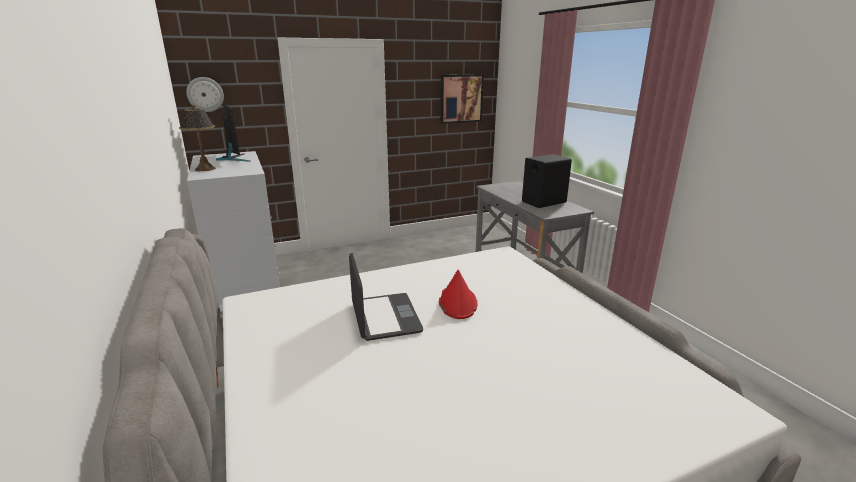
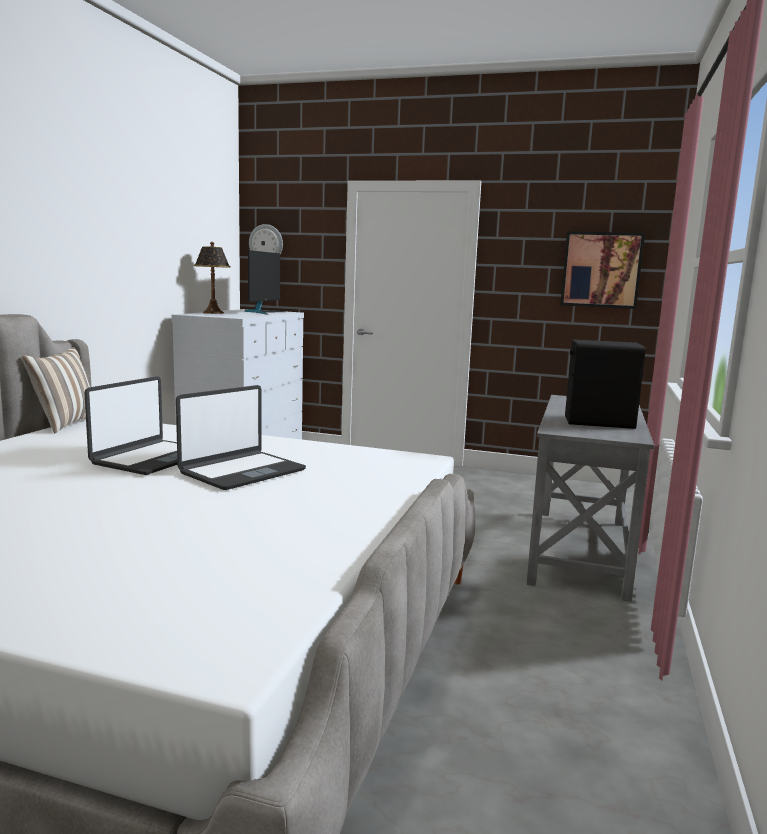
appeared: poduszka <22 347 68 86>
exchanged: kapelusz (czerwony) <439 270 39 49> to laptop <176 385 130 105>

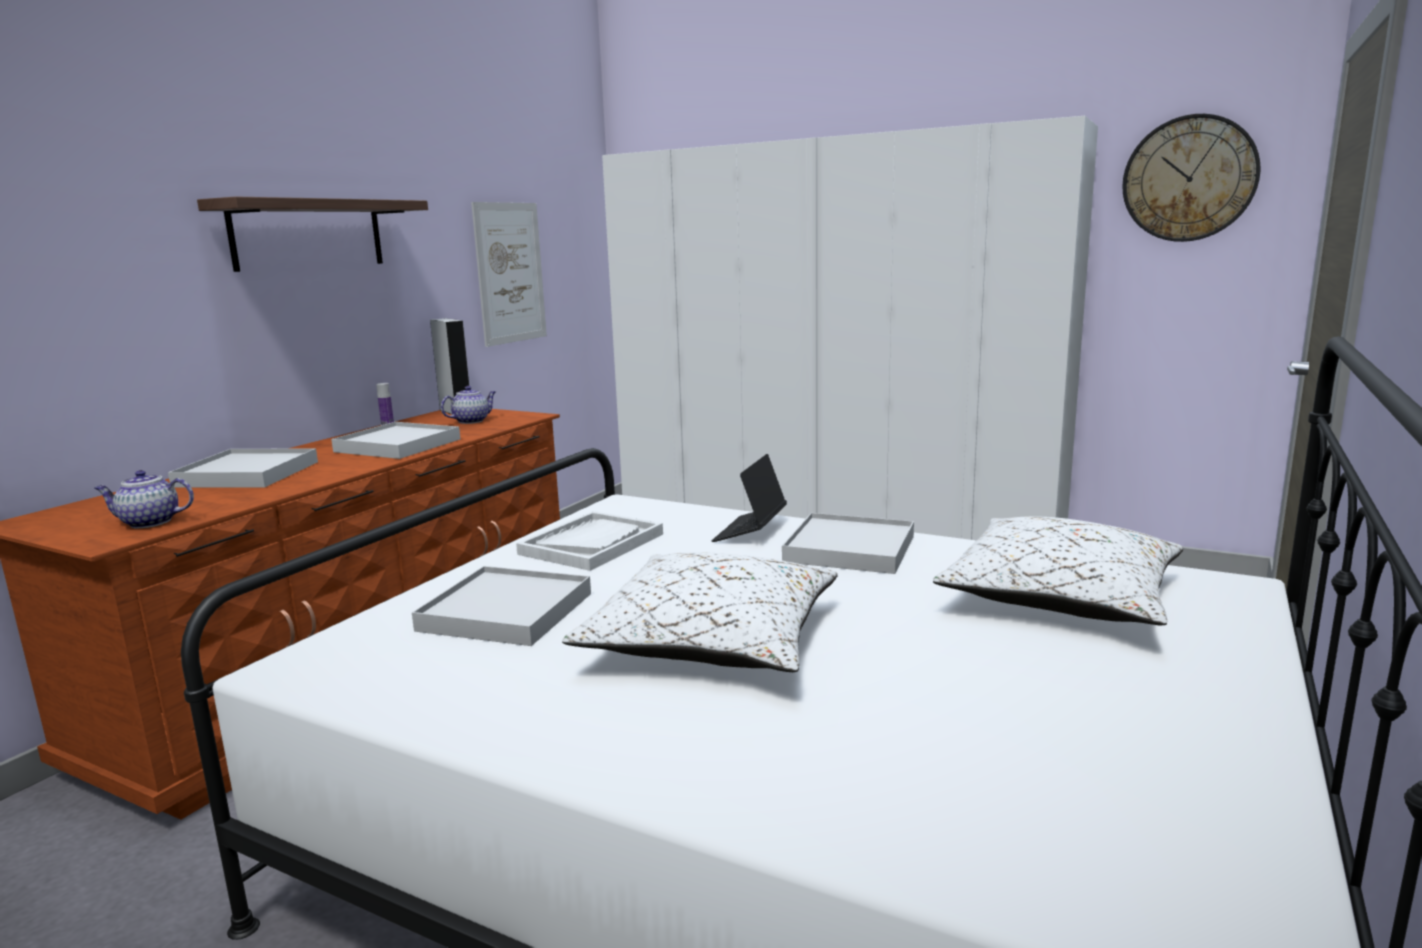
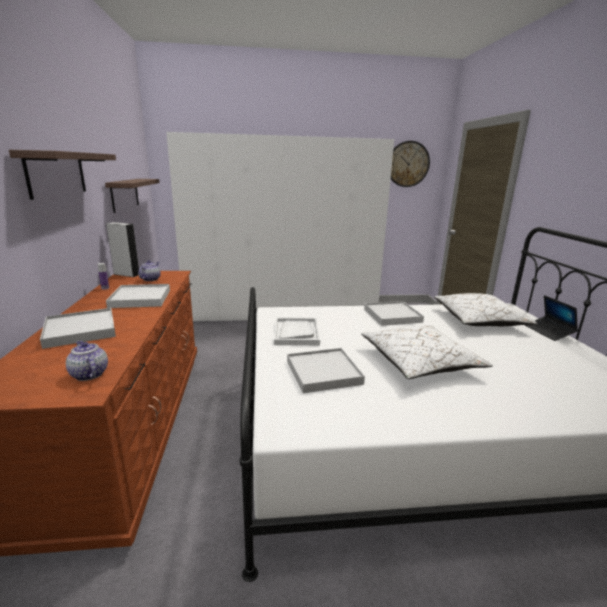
relocated: laptop <711 454 76 88> to <525 295 53 46>
exchanged: obraz <471 202 76 145> to półka <105 179 55 34>
spun: imbryk <95 470 99 58> = <66 340 42 41> 90 degrees clockwise

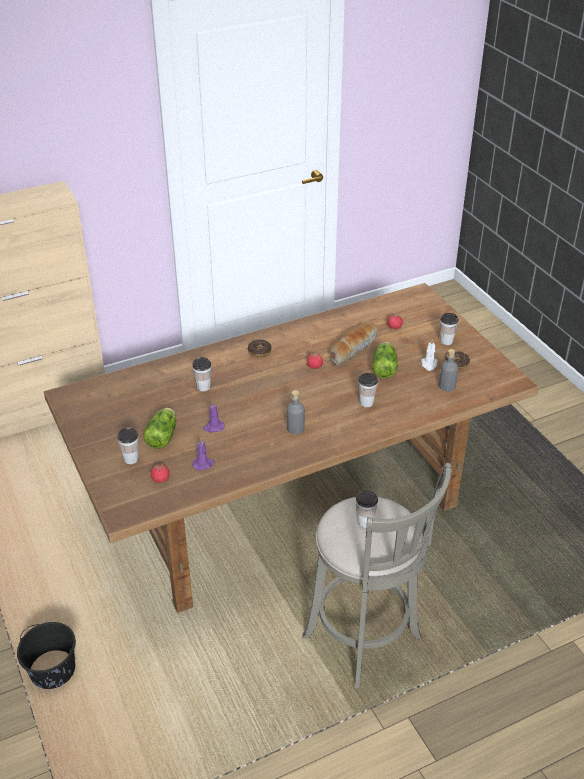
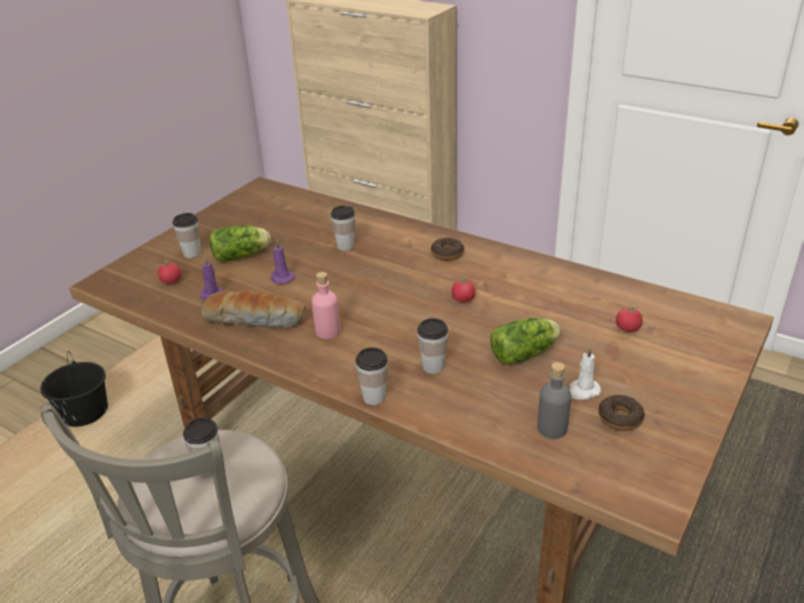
relocated: chleb <330 323 48 43> to <201 291 105 36>; filiżanka <440 313 19 32> to <356 347 32 58>
colour: butelka (szary) <287 390 18 44> to butelka (różowy) <312 272 29 67>

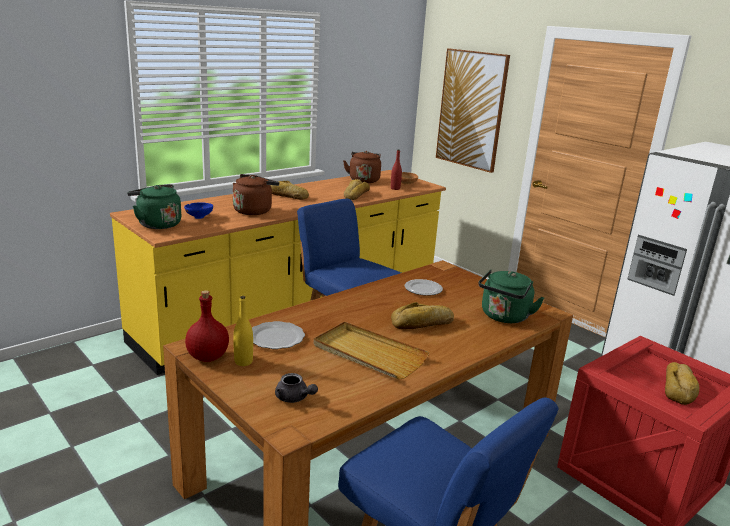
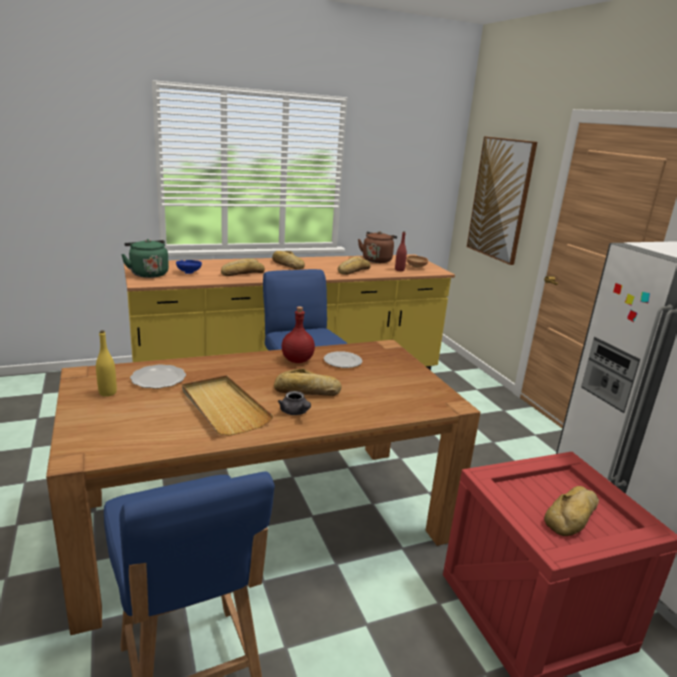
missing: czajnik (zielony) <478 269 66 54>
relocated: butelka (czerwony) <185 290 44 72> to <282 306 33 57>; imbryk (szary) <275 373 43 30> to <278 391 33 24>
exchanged: czajnik (brązowy) <233 174 46 41> to chleb <221 259 44 17>

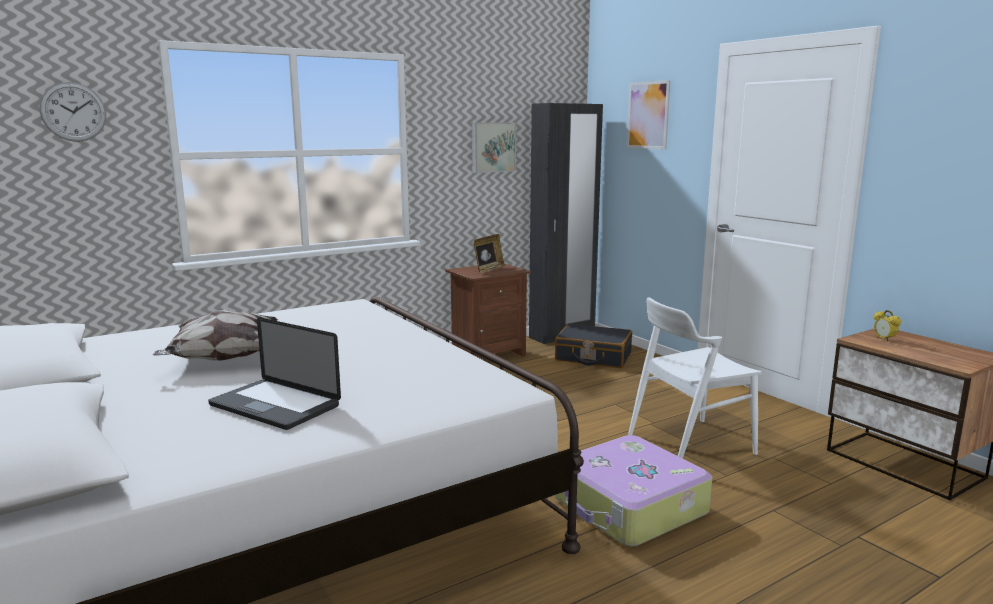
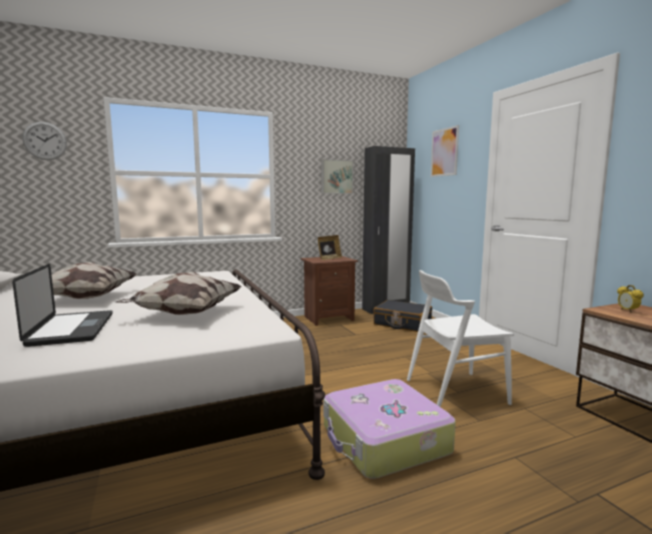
appeared: poduszka <116 271 126 44>
spun: laptop <208 317 133 113> = <12 264 101 83> 150 degrees counterclockwise

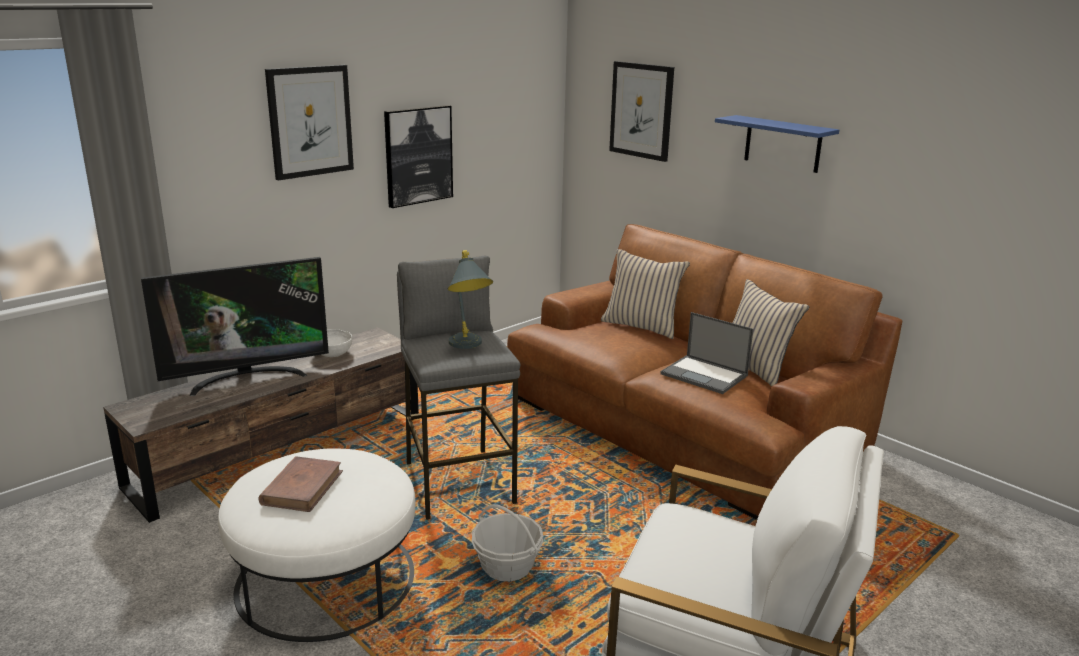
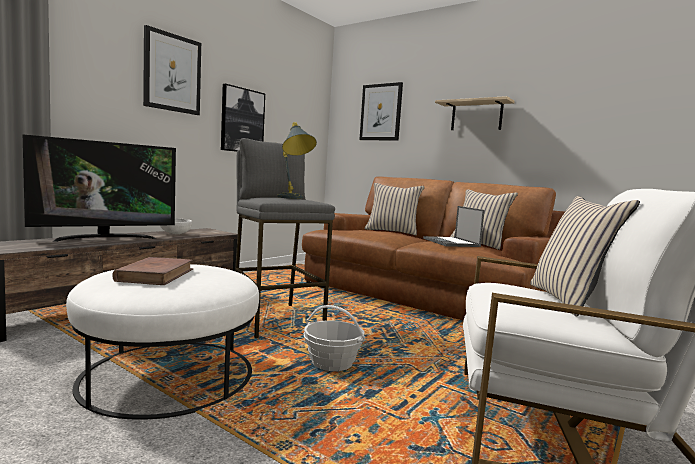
appeared: poduszka (beżowy) <530 196 110 121>
colour: półka (niebieski) <715 115 124 58> to półka (beżowy) <435 96 80 34>
spun: laptop <660 312 93 82> = <423 206 62 41> 45 degrees clockwise

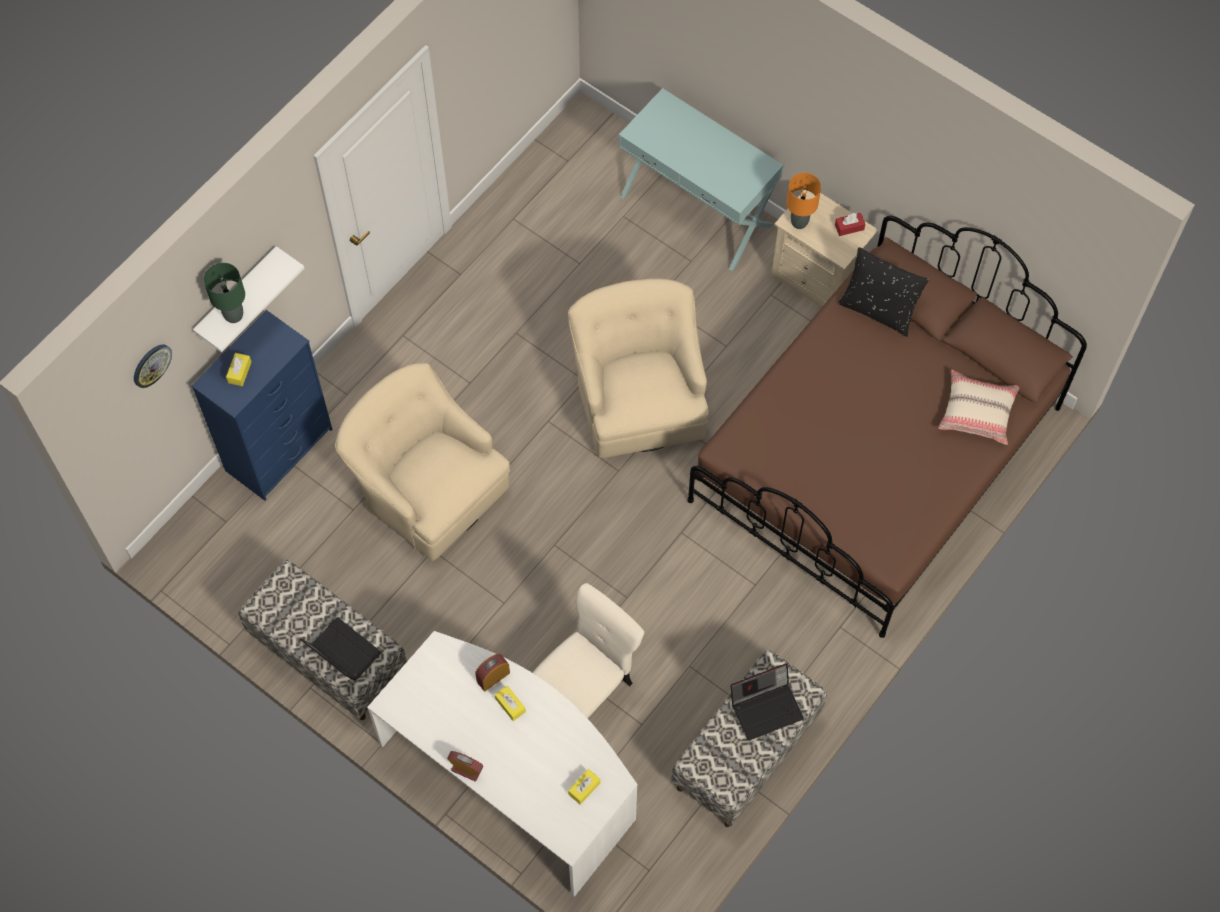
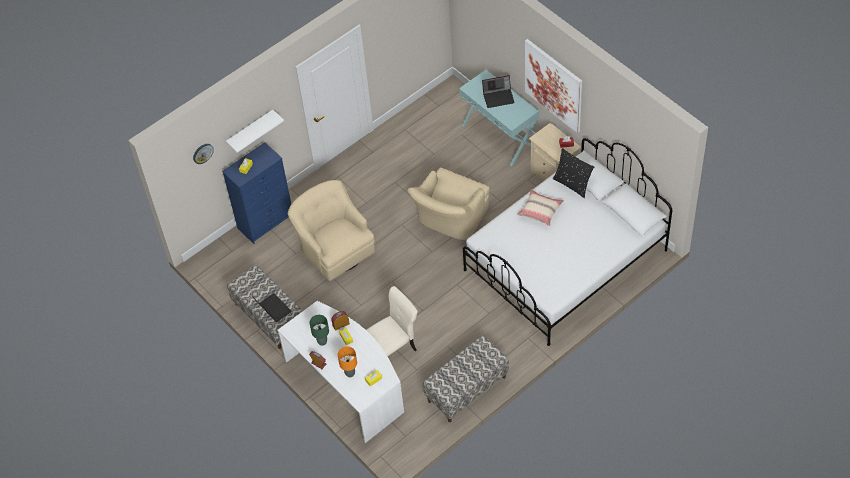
appeared: obraz <525 39 57 94>
relocated: lampa stołowa (zielony) <204 263 41 60> to <309 315 20 31>; laptop <731 663 73 78> to <482 75 33 33>; lampa stołowa (pomarańczowy) <786 173 35 56> to <338 346 19 31>; poduszka (beżowy) <938 370 81 75> to <517 189 47 37>
colour: łóżko (brązowy) <688 216 399 422> to łóżko (biały) <463 138 209 208>
spun: fotel (beżowy) <568 278 141 180> = <408 168 82 72> 150 degrees counterclockwise

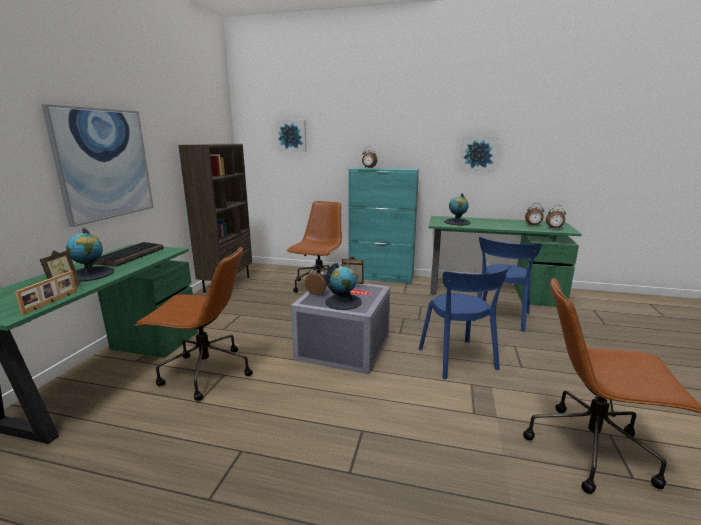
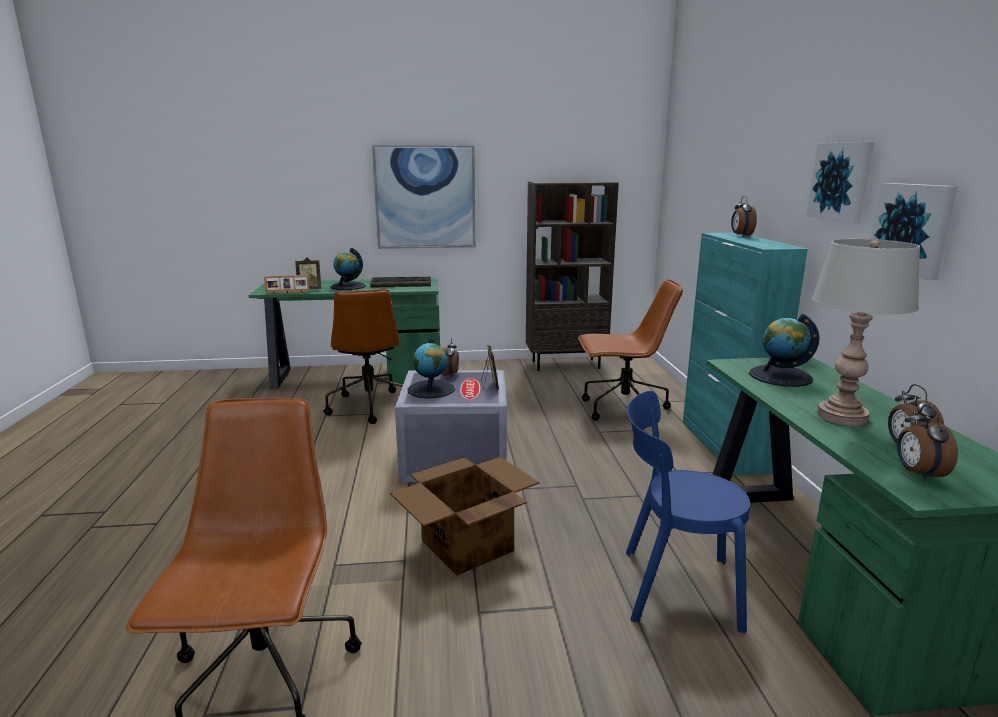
appeared: lampa stołowa (szary) <812 239 108 187>
relocated: obraz <276 120 31 31> to <806 142 68 81>
exchanged: krzesło (niebieski) <419 265 92 114> to karton <390 457 149 119>

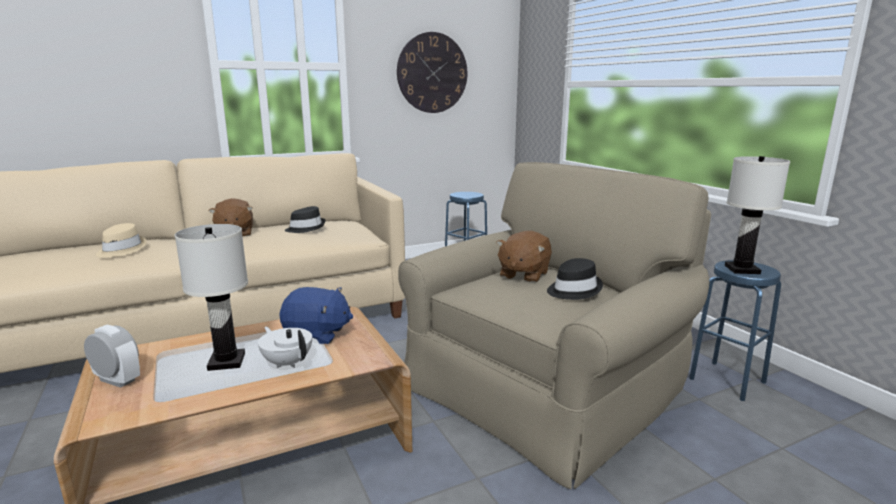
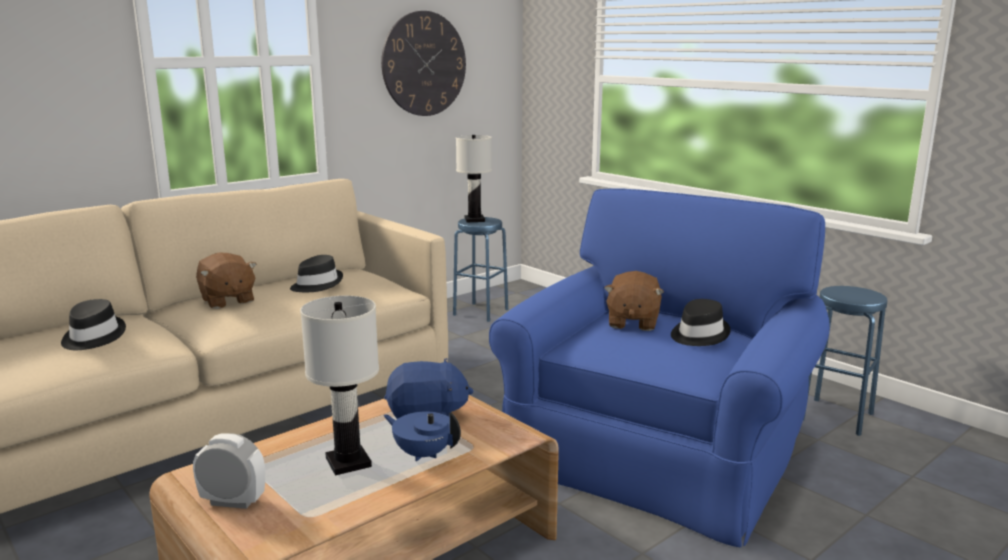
relocated: lampa stołowa (biały) <725 156 65 118> to <456 135 36 87>
colour: kapelusz (beżowy) <96 223 50 35> to kapelusz (czarny) <61 299 65 51>; imbryk (biały) <258 327 54 41> to imbryk (niebieski) <383 412 78 49>; fotel (beżowy) <398 162 313 327> to fotel (niebieski) <489 188 341 359>

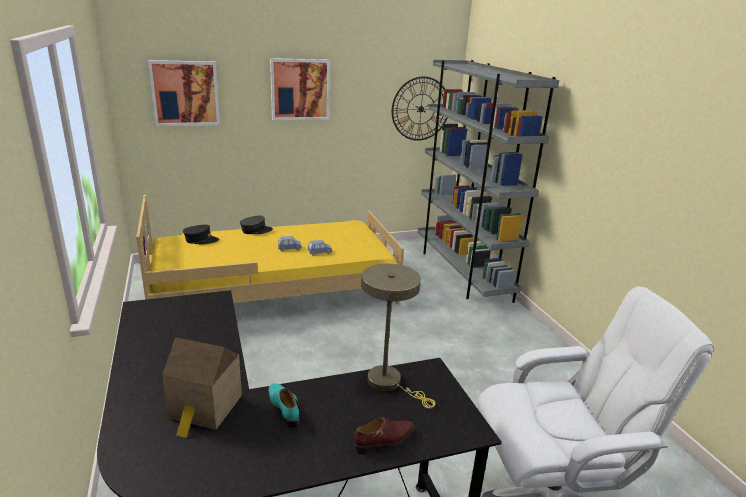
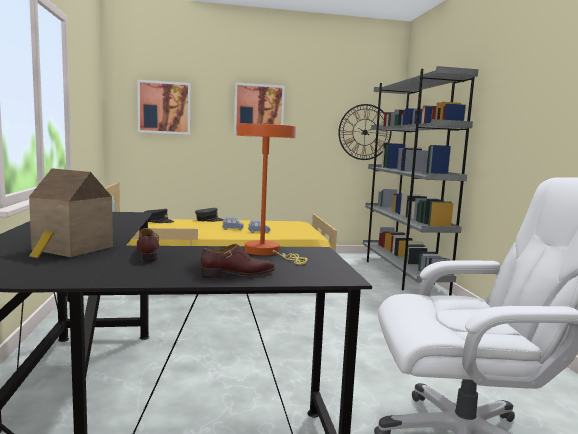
colour: but (turkusowy) <269 383 30 44> to but (brązowy) <136 228 23 34>; lampa stołowa (beżowy) <361 264 74 145> to lampa stołowa (pomarańczowy) <236 123 72 142>

